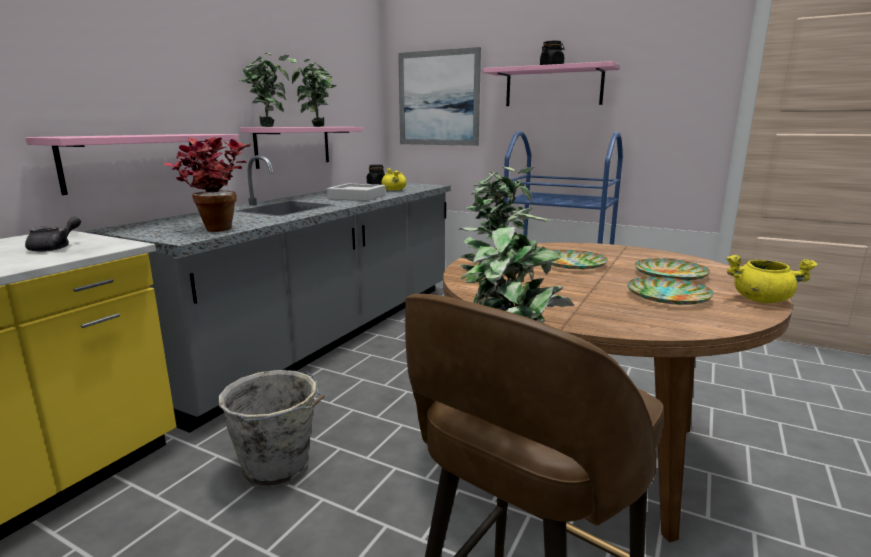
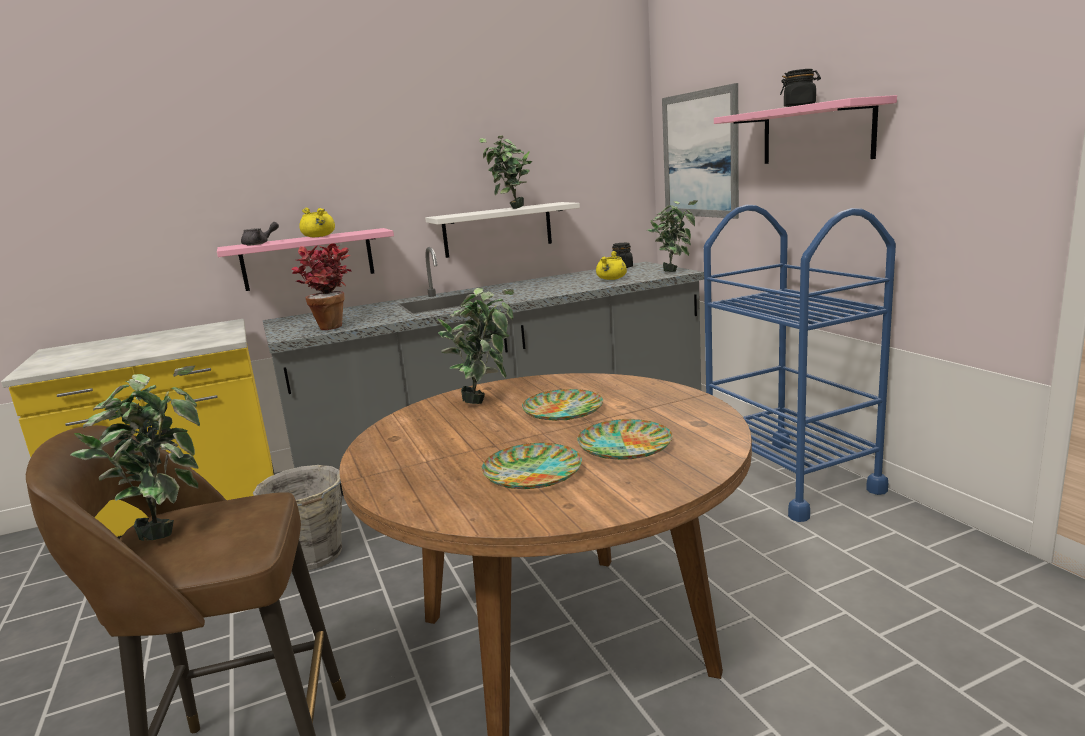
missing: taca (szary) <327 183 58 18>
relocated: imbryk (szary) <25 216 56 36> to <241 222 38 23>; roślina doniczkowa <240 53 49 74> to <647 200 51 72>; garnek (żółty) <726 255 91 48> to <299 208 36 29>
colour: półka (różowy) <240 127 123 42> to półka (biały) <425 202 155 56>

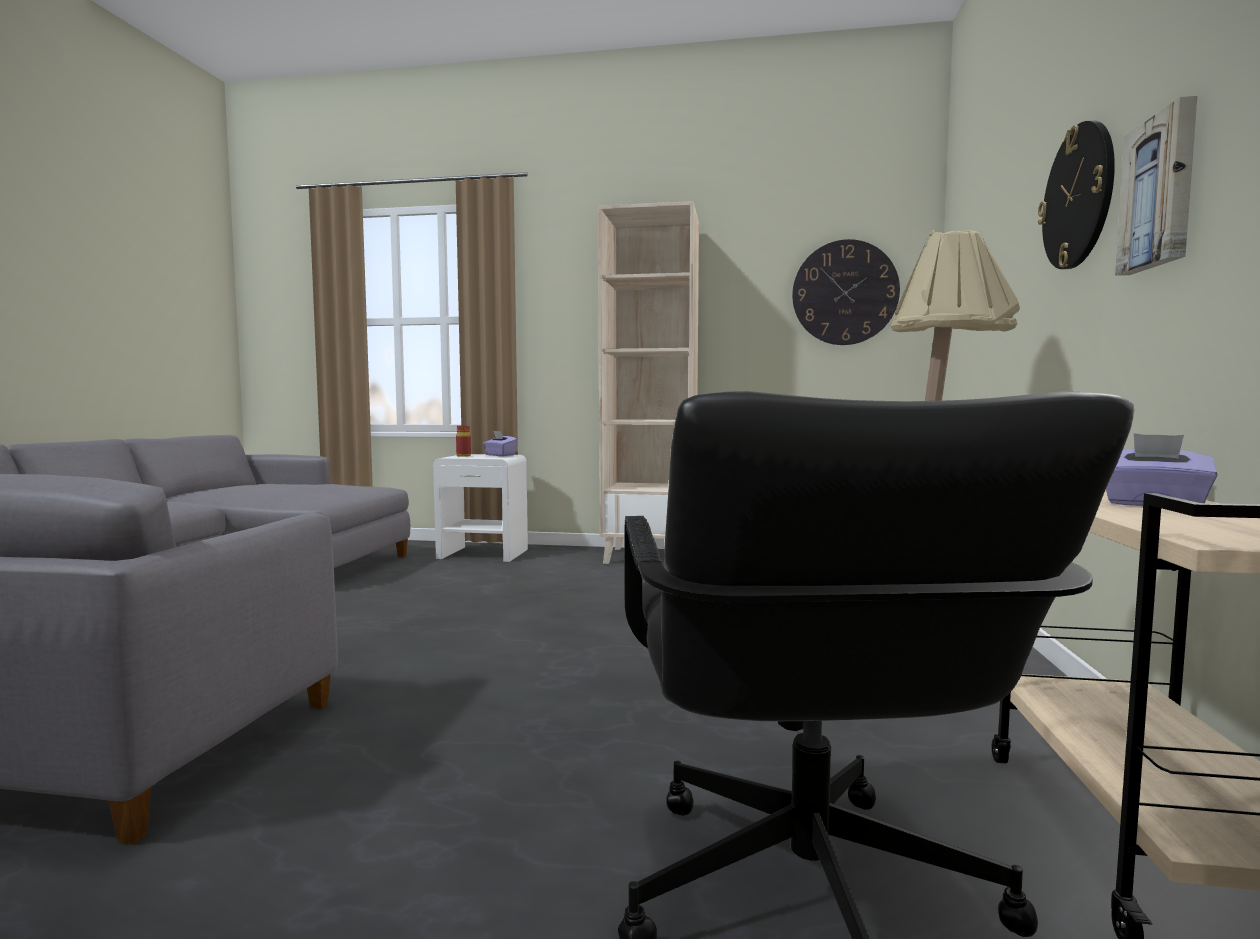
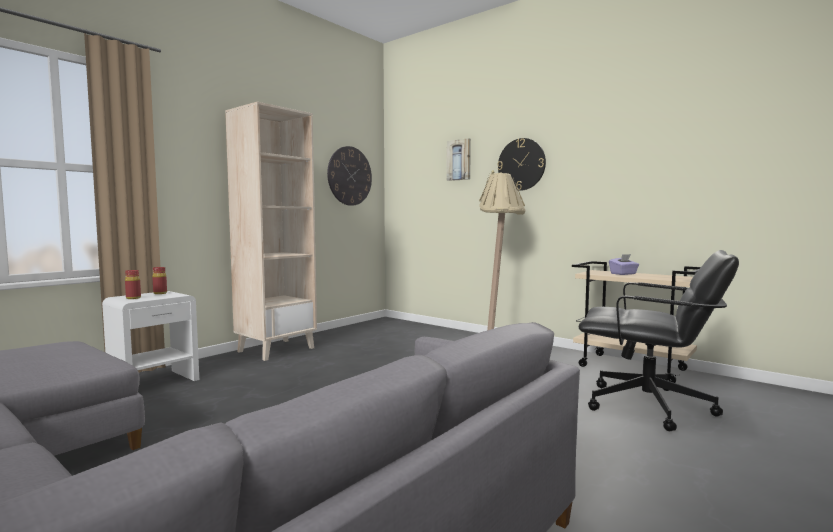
relocated: obraz <1115 96 82 180> to <446 138 25 43>
exchanged: pudełko chusteczek (fioletowy) <483 431 35 25> to butelka (czerwony) <152 267 15 27>

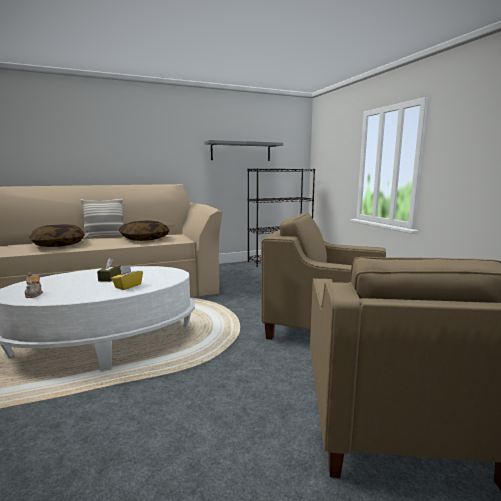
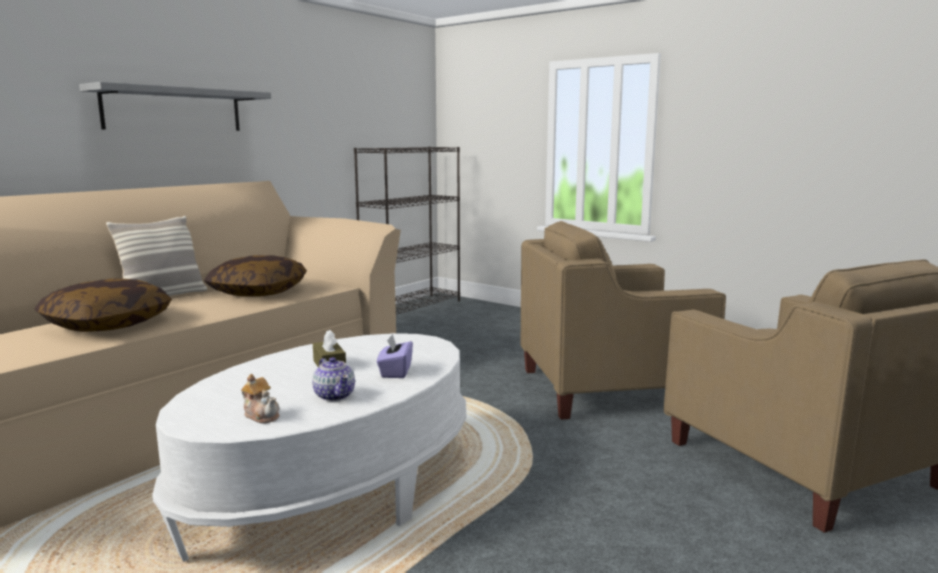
appeared: imbryk <312 357 43 44>
relocated: półka (szary) <204 140 79 21> to <79 82 192 49>
colour: pudełko chusteczek (żółty) <111 265 32 25> to pudełko chusteczek (fioletowy) <377 334 36 44>

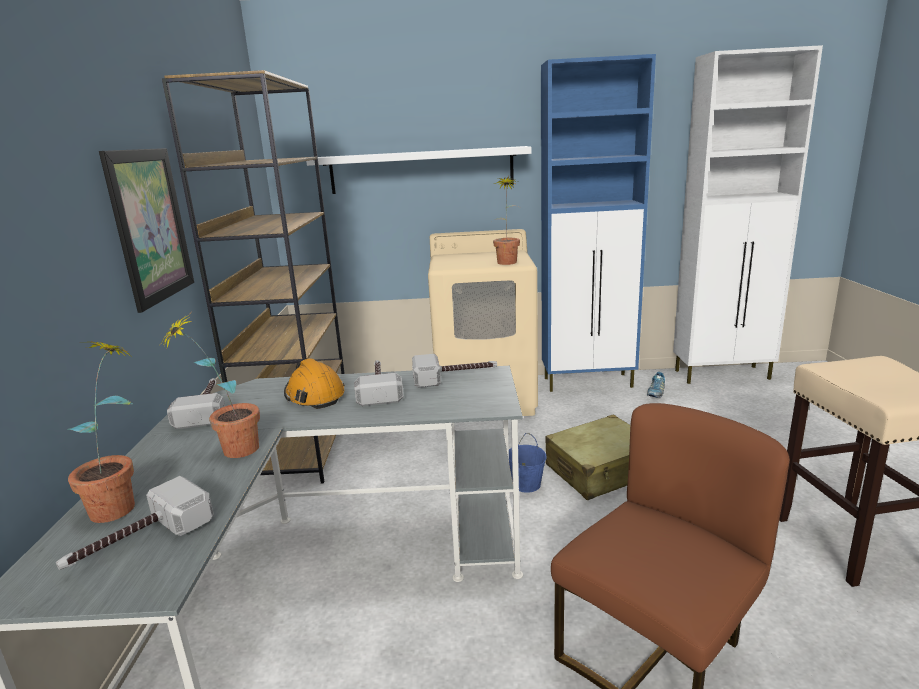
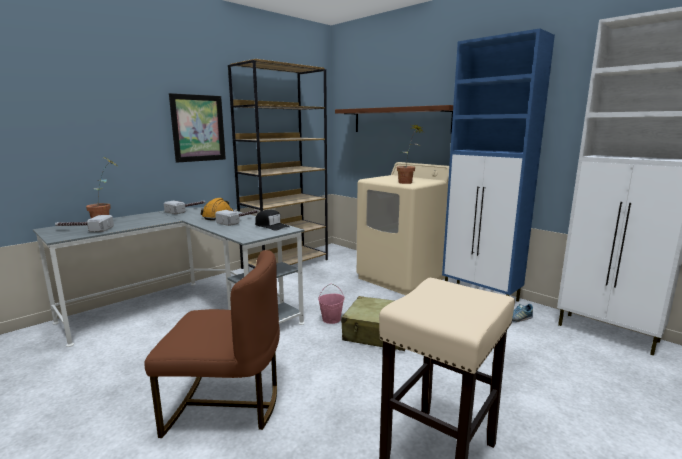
missing: roślina doniczkowa <162 314 98 144>
exchanged: młotek <412 354 85 34> to czapka z daszkiem (czarny) <255 210 35 20>
colour: półka (biały) <306 146 225 48> to półka (brązowy) <335 105 118 29>; wiadro (niebieski) <509 433 38 60> to wiadro (różowy) <318 284 27 40>

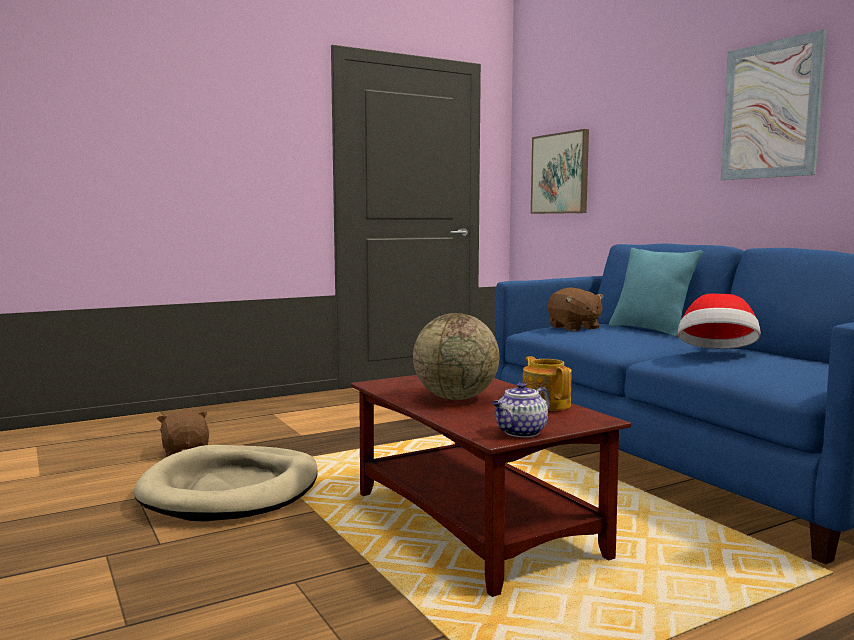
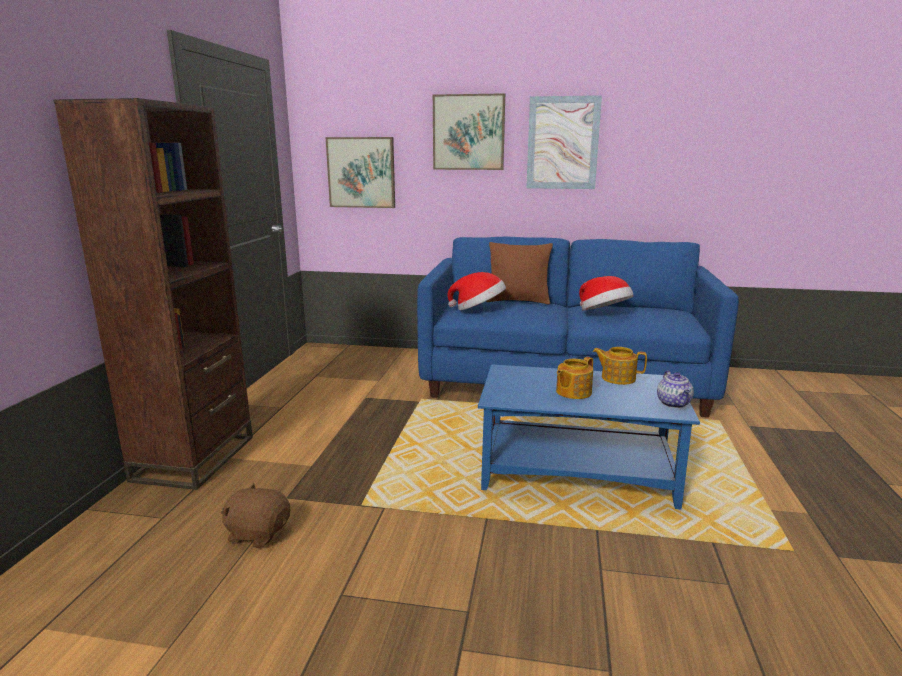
missing: legowisko (beżowy) <134 445 184 76>
appeared: regał (brązowy) <53 98 200 392>; obraz <433 93 72 77>
exchanged: globus <413 313 86 87> to imbryk <556 357 37 42>; pluszak (brązowy) <548 287 56 45> to kapelusz <447 272 59 38>
colour: ława (brązowy) <351 375 280 222> to ława (niebieski) <478 364 222 145>; poduszka (turkusowy) <609 248 94 90> to poduszka (brązowy) <486 242 67 63>

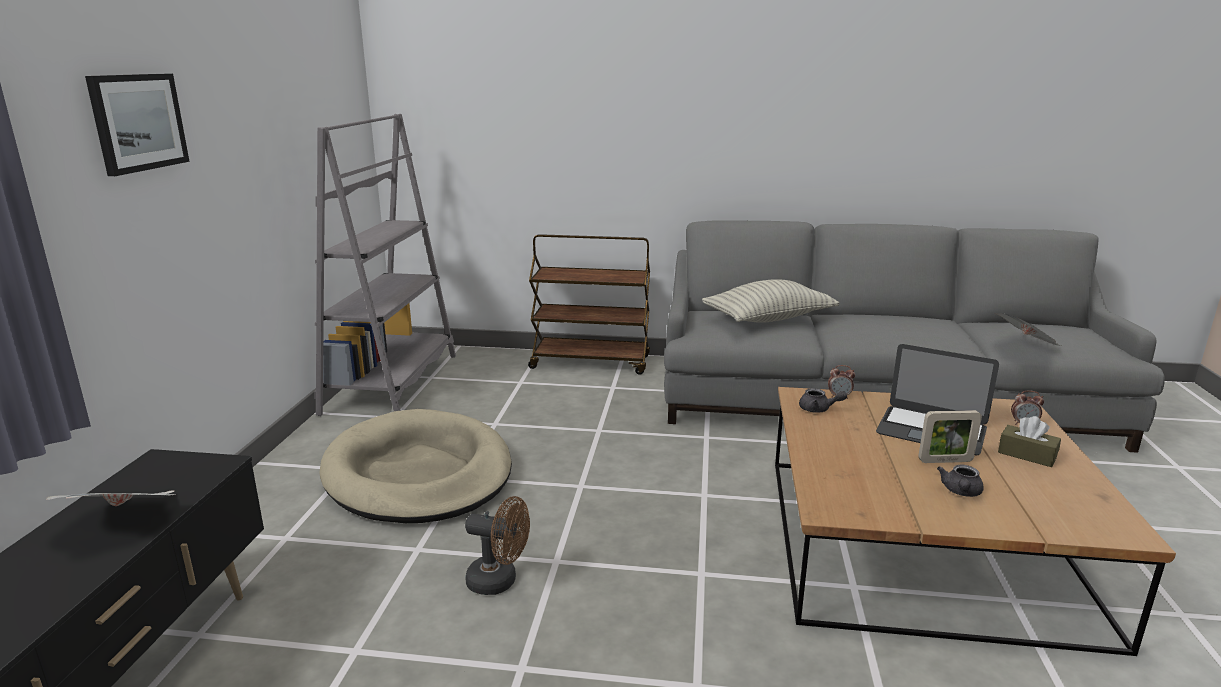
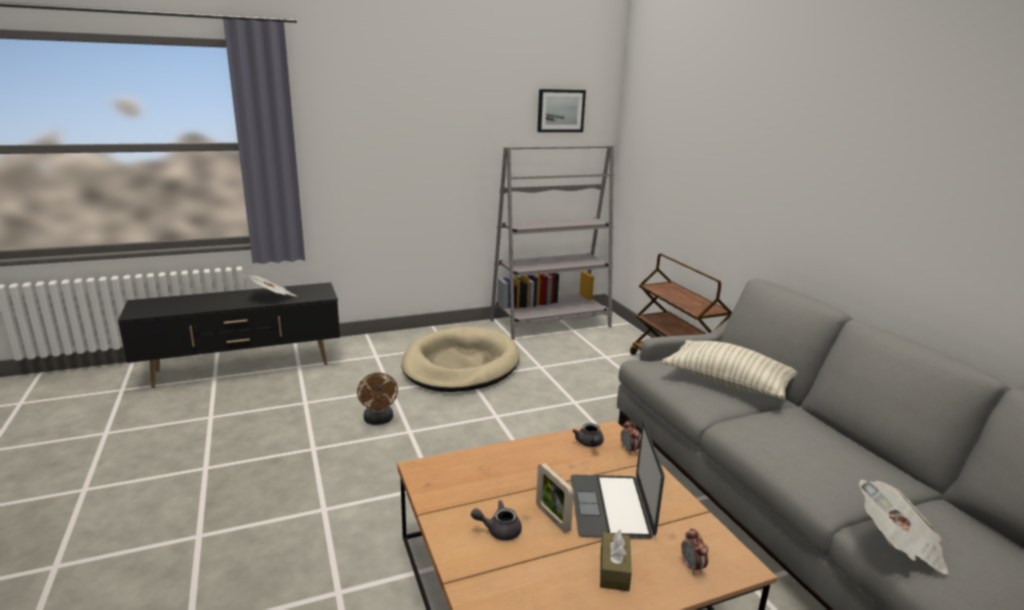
relocated: obraz <85 74 105 102> to <537 89 49 43>

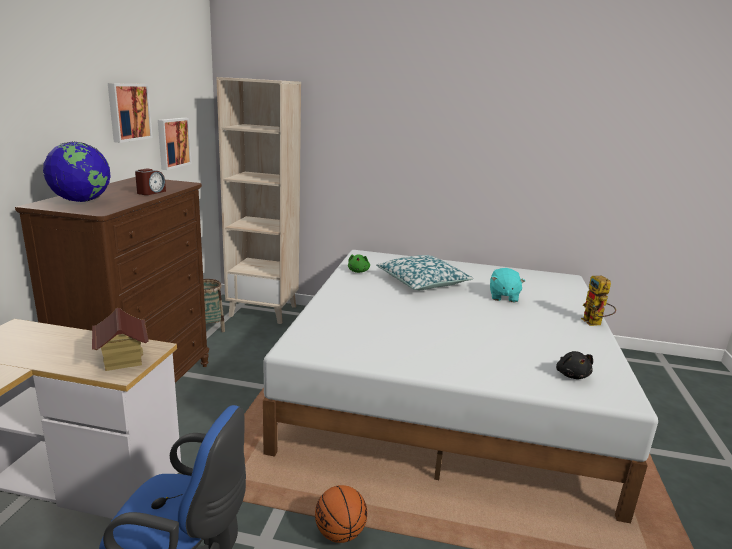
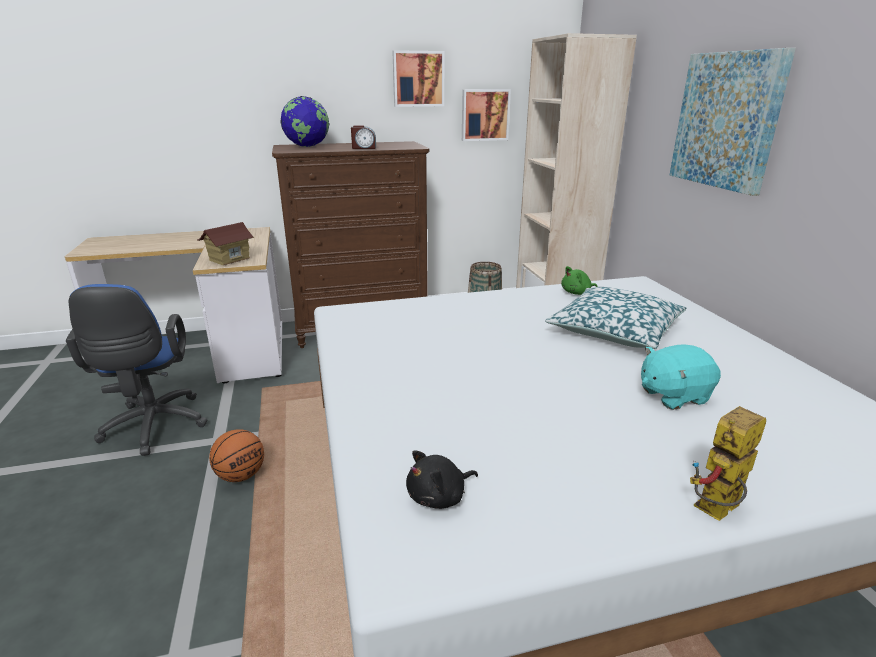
appeared: obraz <670 48 126 148>

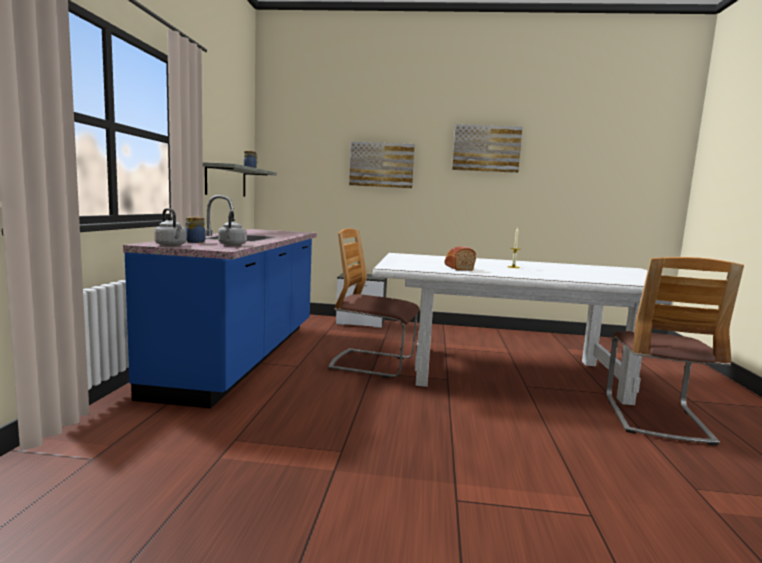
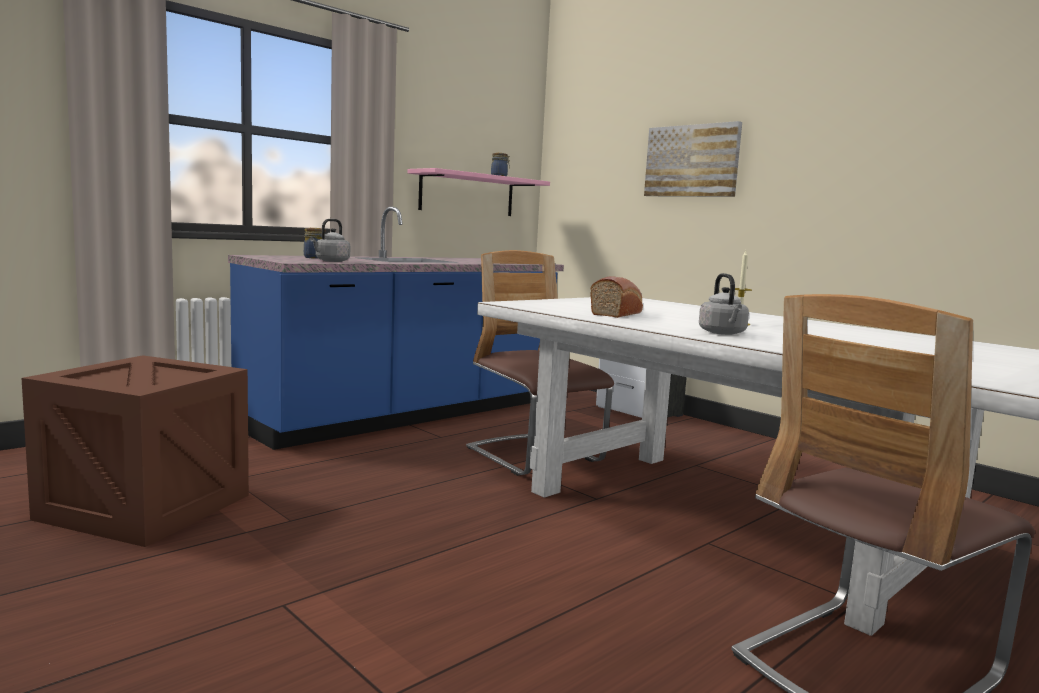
missing: obraz <452 124 71 49>
appeared: skrzynka <21 355 228 192>
relocated: czajnik (szary) <154 208 33 38> to <699 273 50 62>
colour: półka (szary) <203 162 74 35> to półka (różowy) <407 168 143 48>

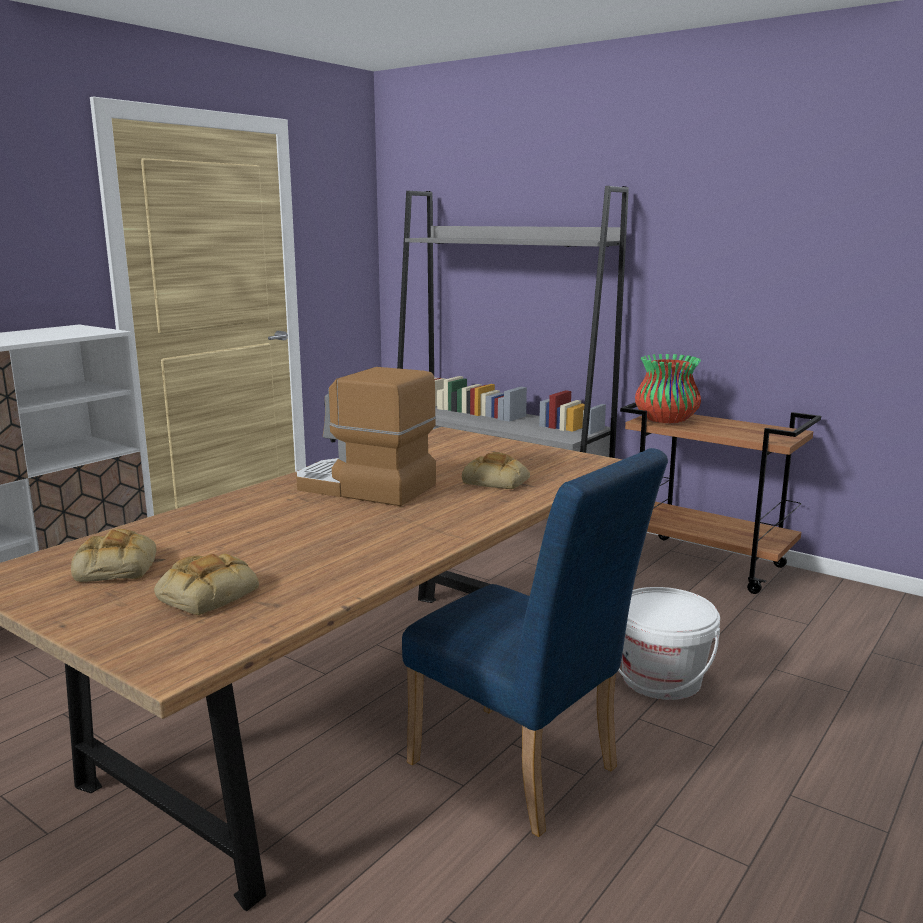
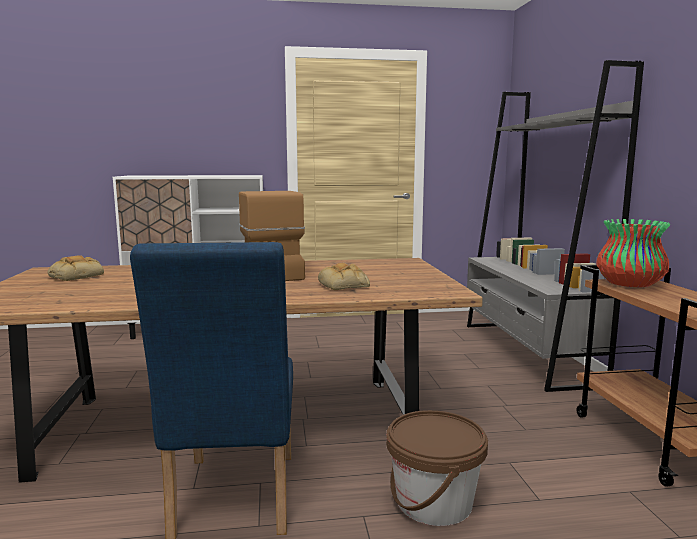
missing: chleb <154 554 105 61>
colour: wiadro (biały) <618 587 102 113> to wiadro (brązowy) <386 410 102 116>

